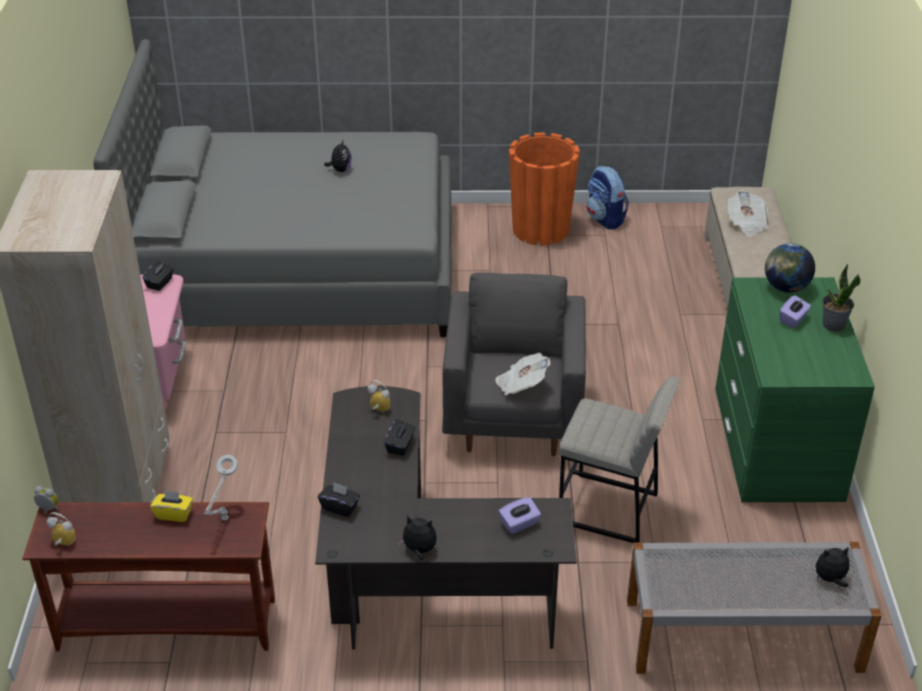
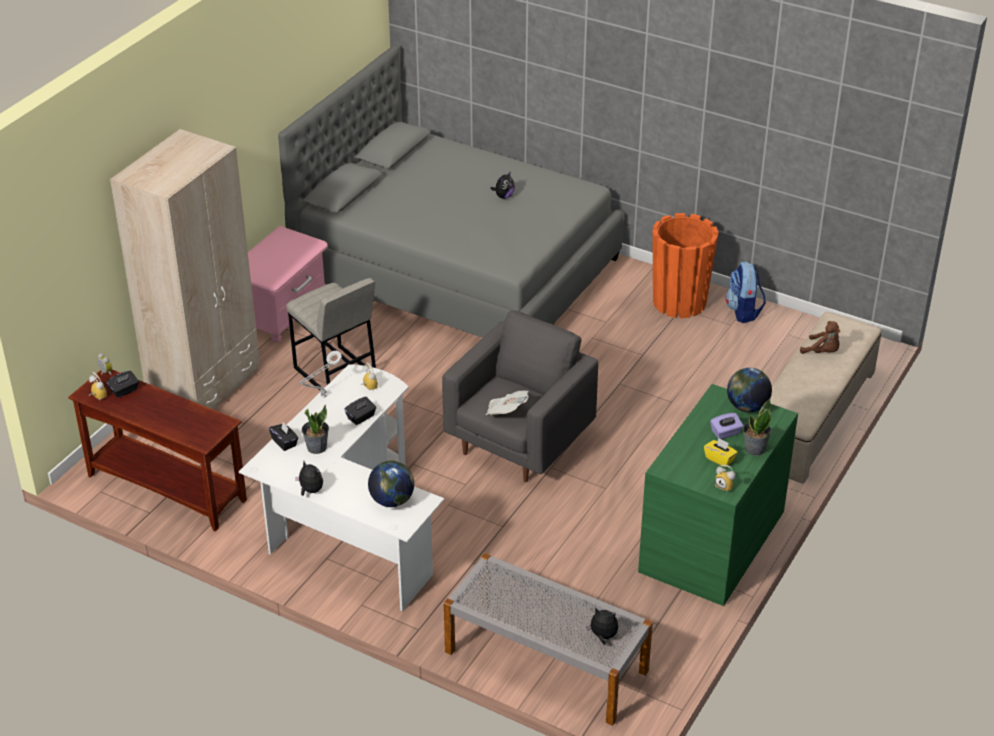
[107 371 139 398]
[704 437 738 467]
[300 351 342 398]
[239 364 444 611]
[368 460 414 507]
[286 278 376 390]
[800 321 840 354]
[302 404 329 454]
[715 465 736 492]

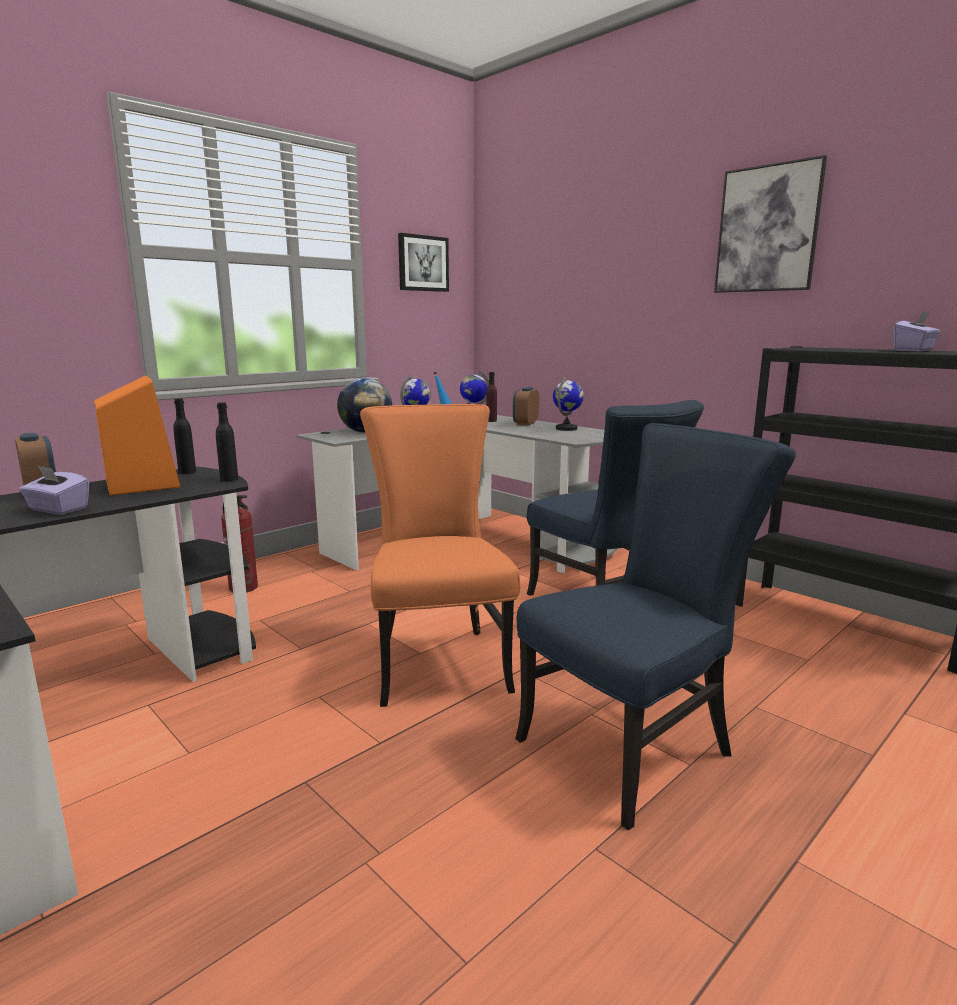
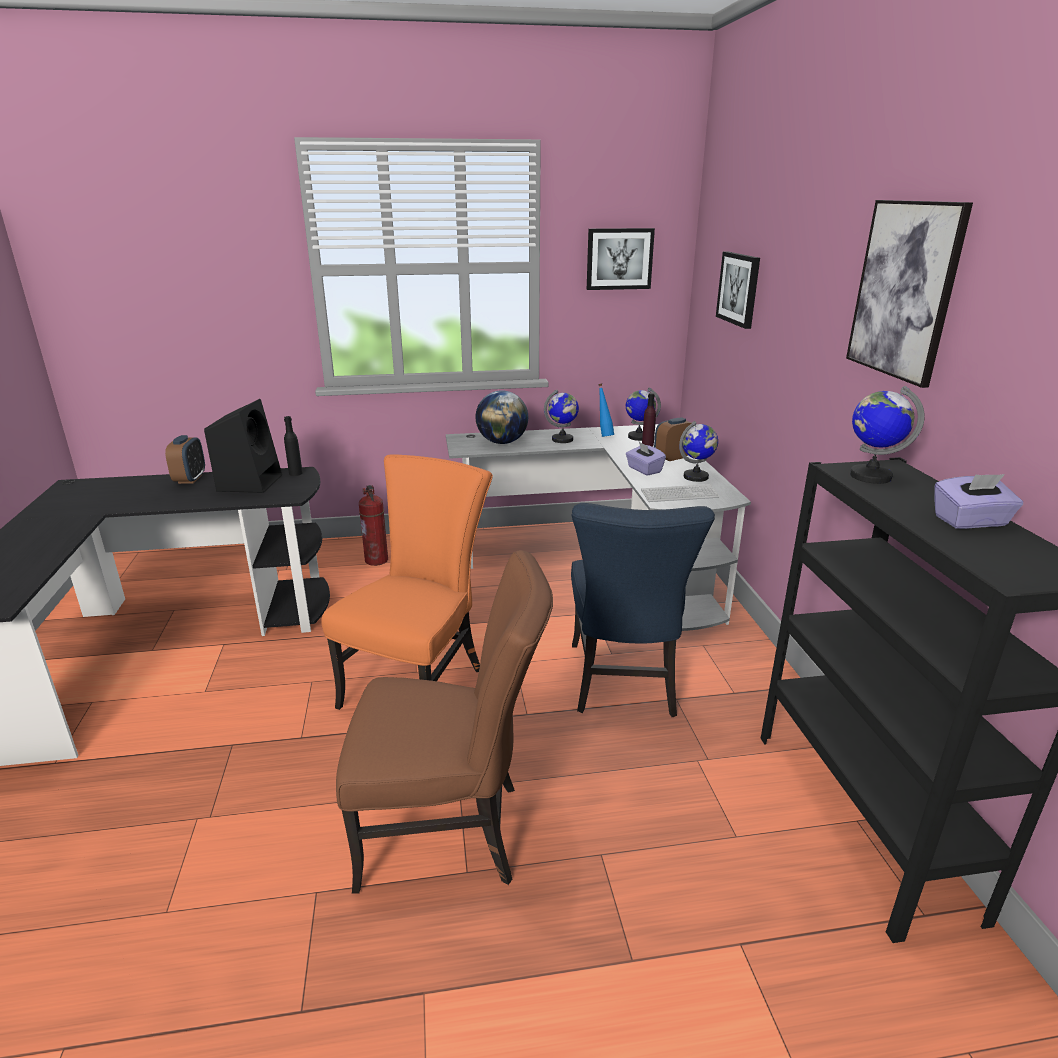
[626 442 666 476]
[204 399 282 493]
[216 402 238 482] (first image)
[336 550 553 894]
[641 484 719 502]
[716 252 760 329]
[850 386 925 484]

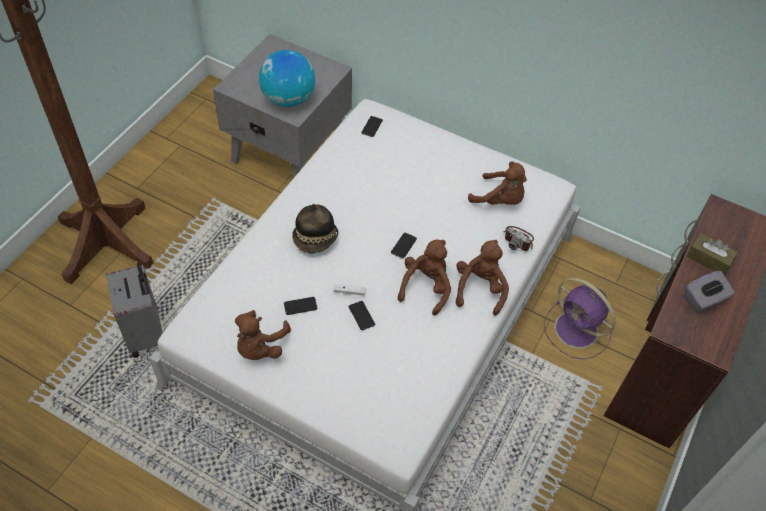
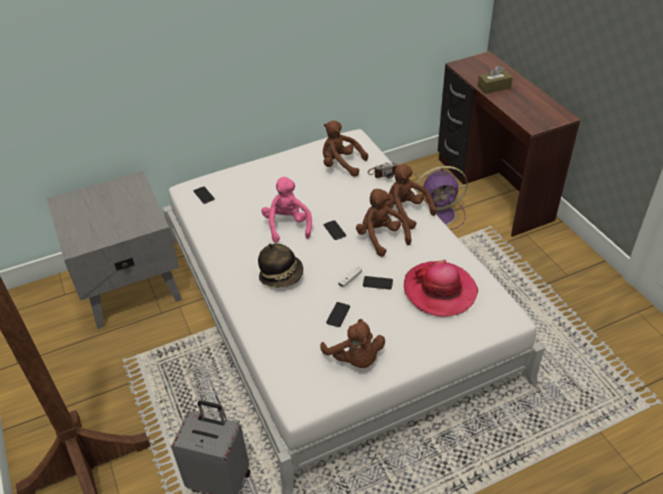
[259 50 315 107] (first image)
[323 121 368 177]
[684 271 735 313] (first image)
[261 177 312 243]
[404 260 478 317]

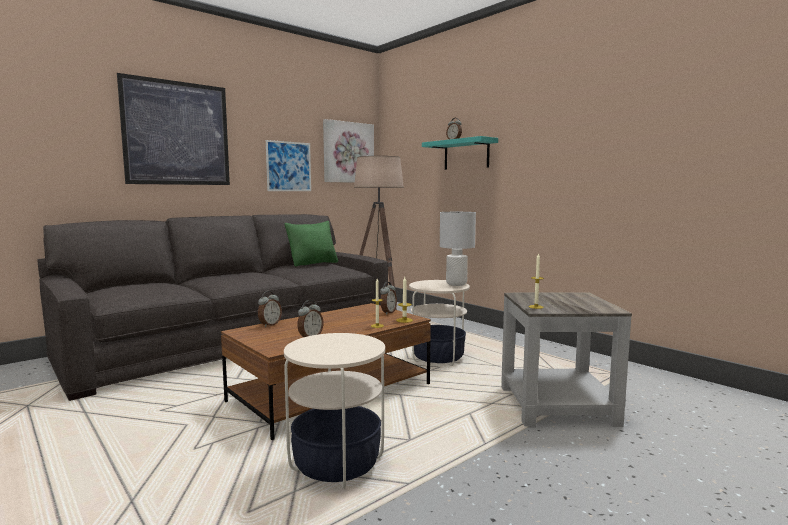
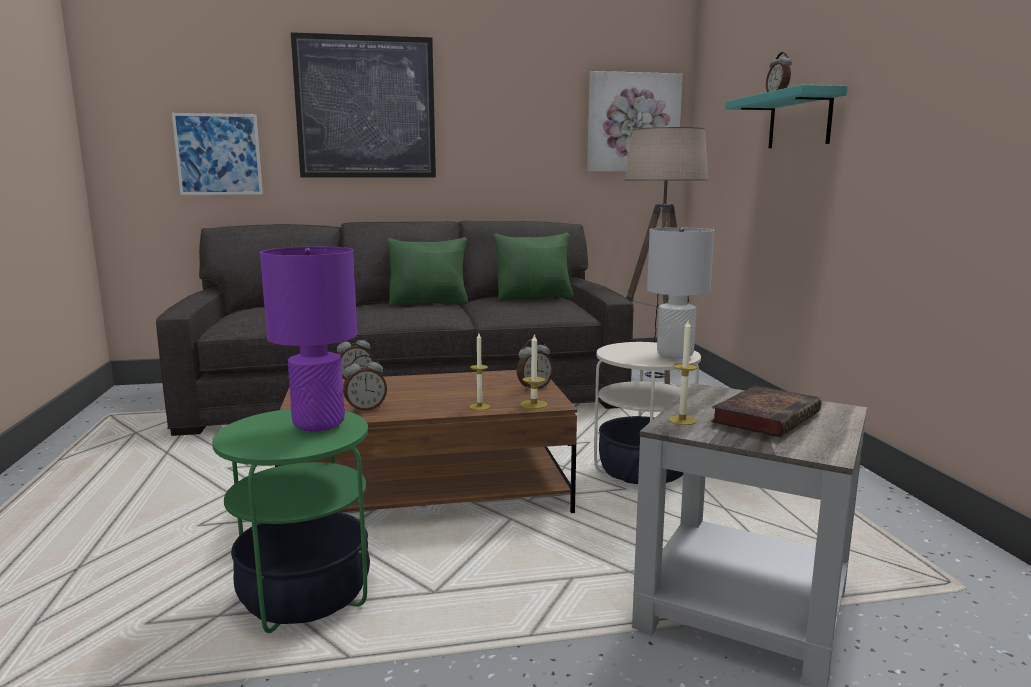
[172 113 263 195]
[212 409 370 633]
[260 247 357 432]
[387 237 468 305]
[711 386 821 437]

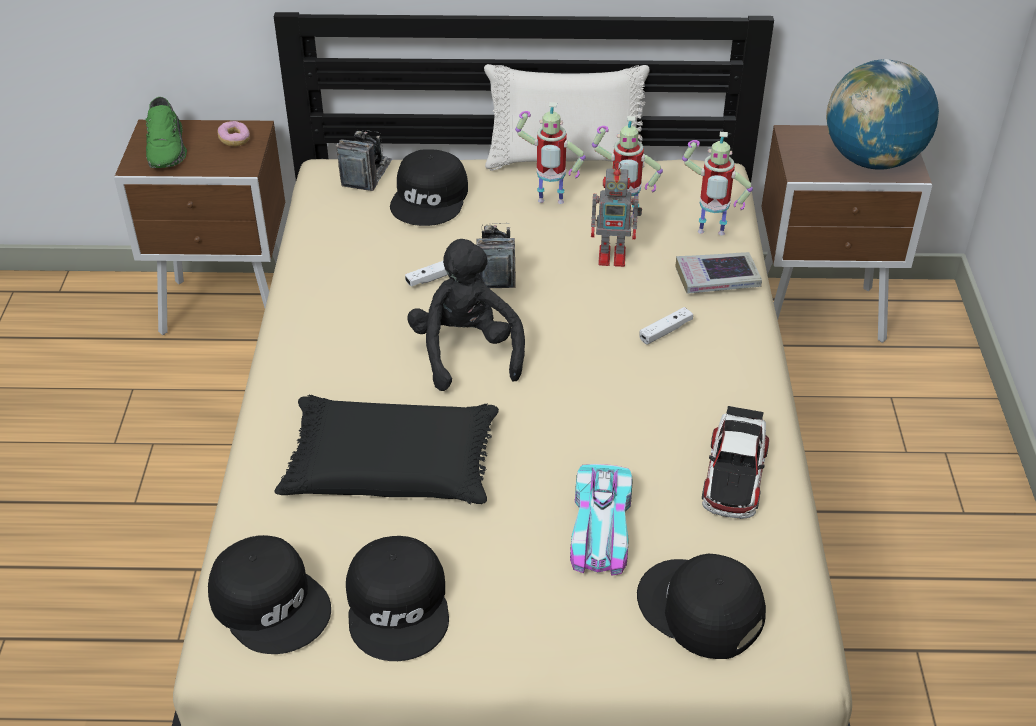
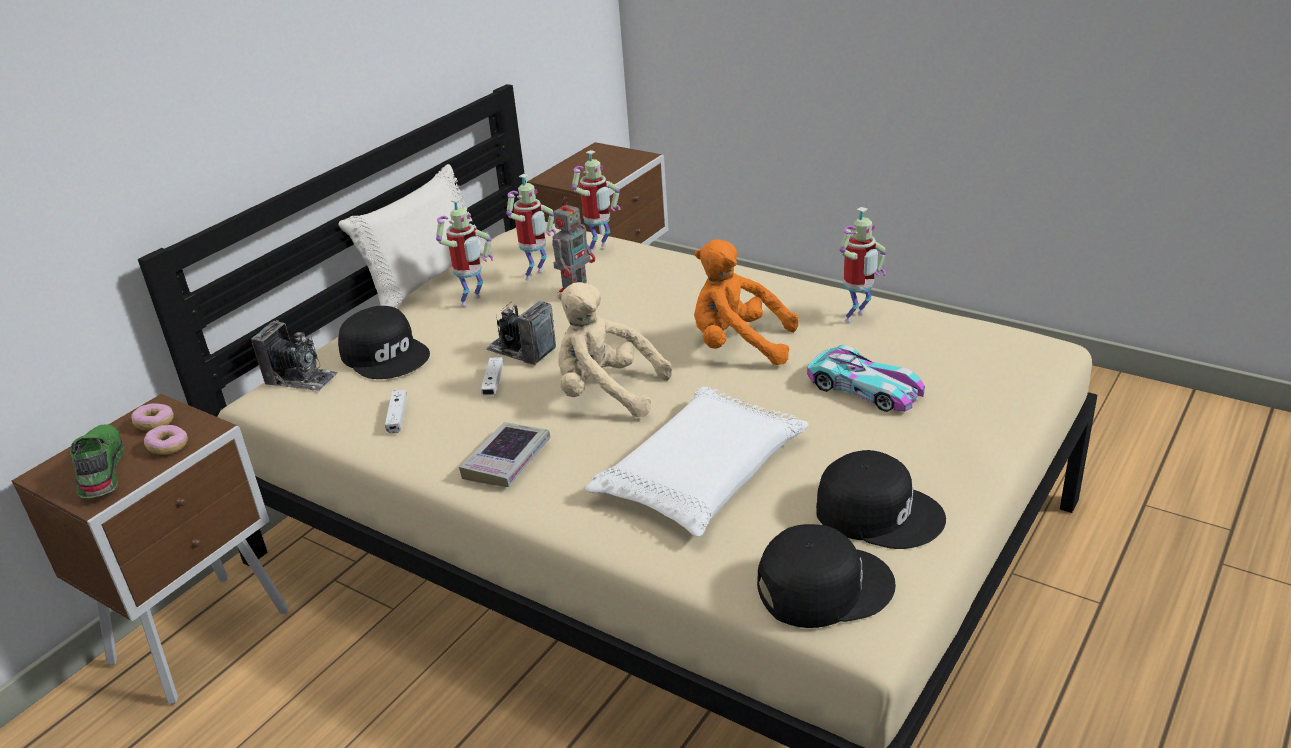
[70 425 124 498]
[585 387 808 537]
[251 320 338 391]
[557 282 672 417]
[637 554 766 659] (first image)
[385 390 407 434]
[459 422 551 487]
[840 207 886 323]
[826 59 939 170] (first image)
[144 425 188 455]
[694 239 799 365]

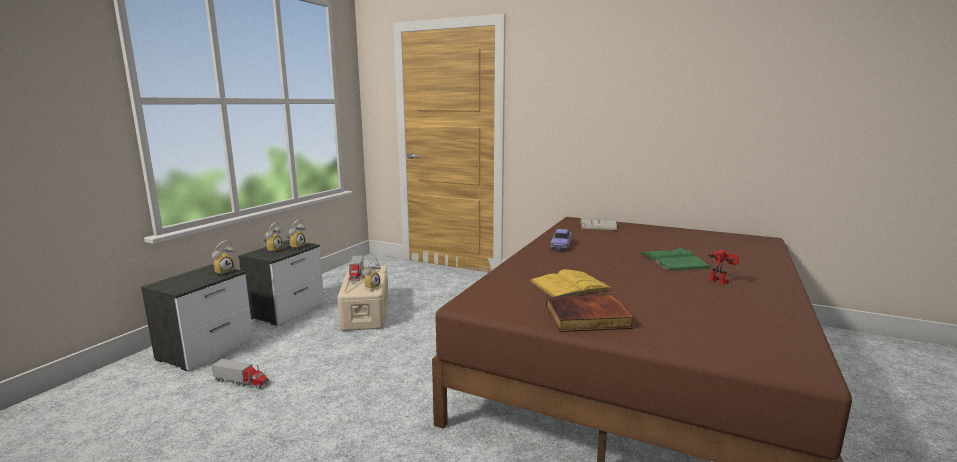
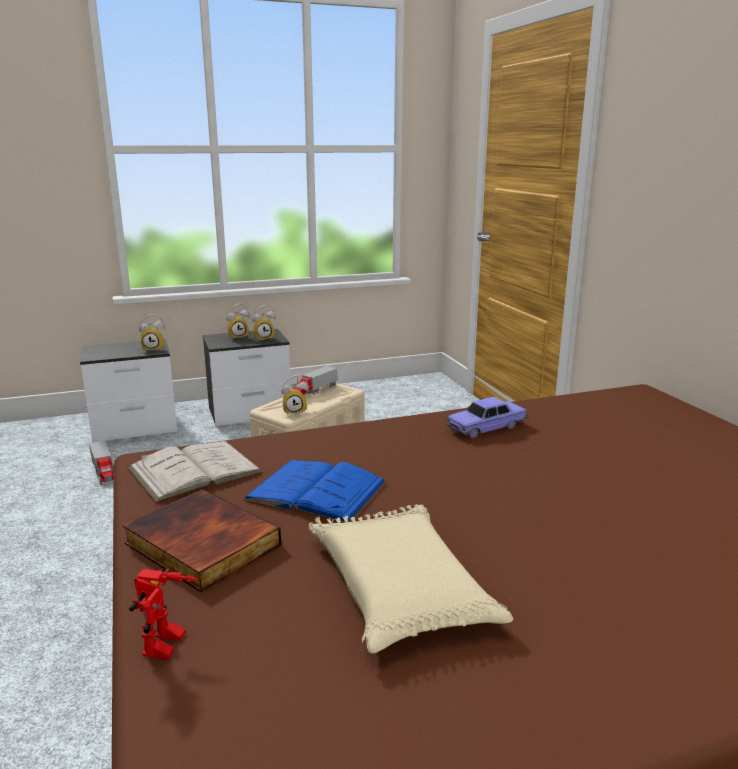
[243 460 387 523]
[127 441 263 503]
[639 247 711 271] (first image)
[129 568 198 659]
[309 504 513 654]

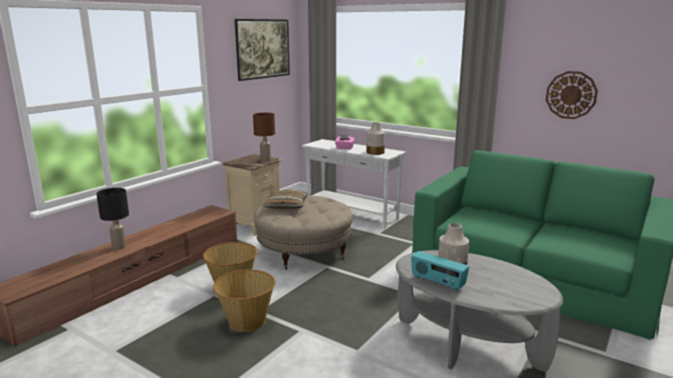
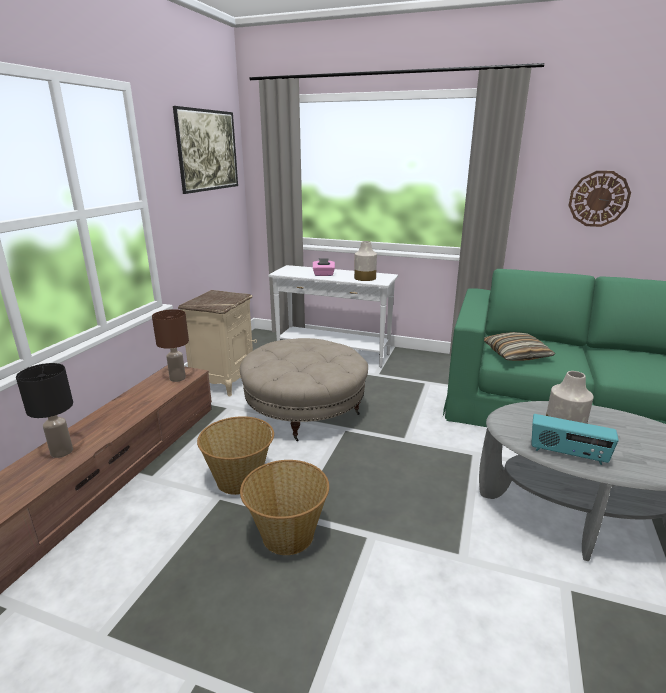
[152 309 189 382]
[484 332 555 361]

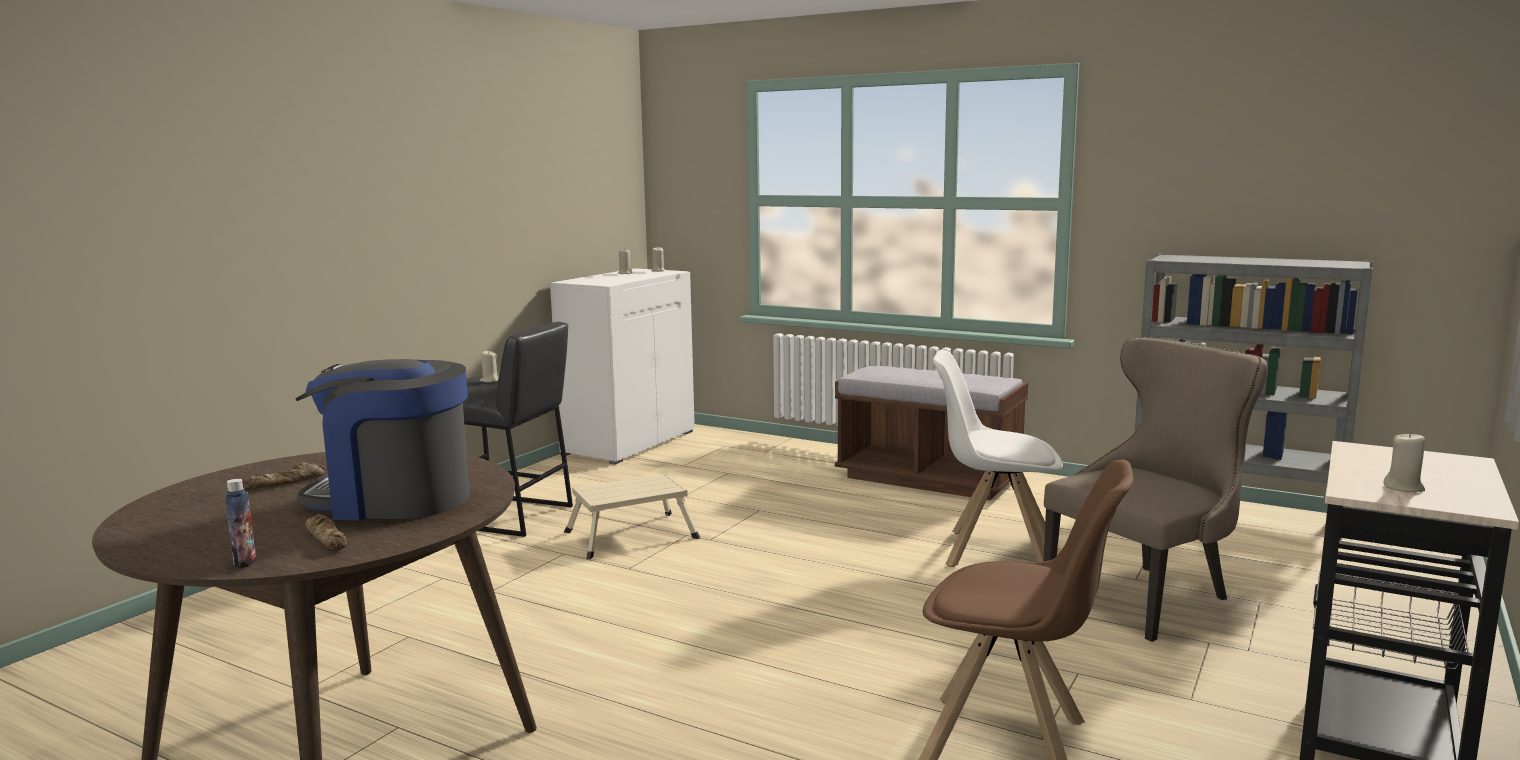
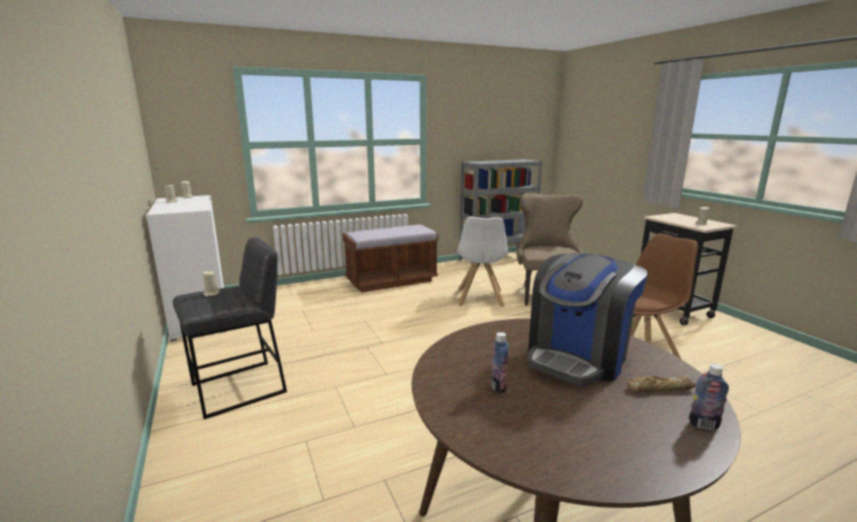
[491 332 509 393]
[564 473 701 559] (first image)
[457 217 508 307]

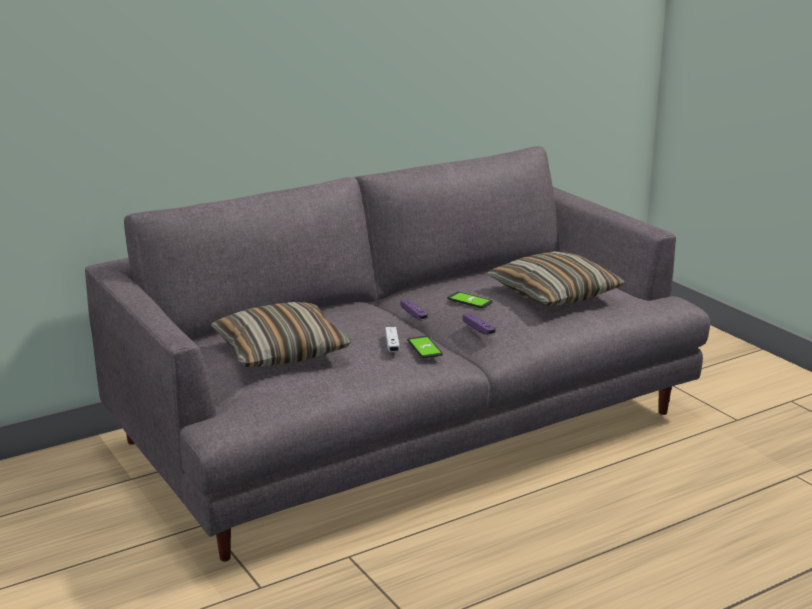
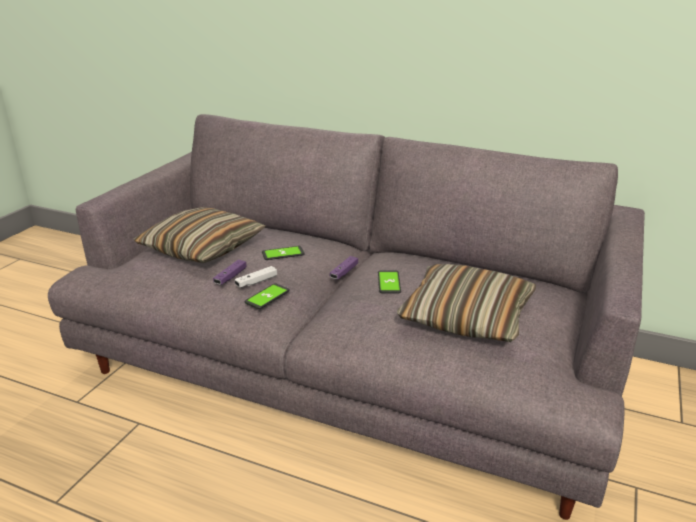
[213 260 246 285]
[262 246 305 260]

